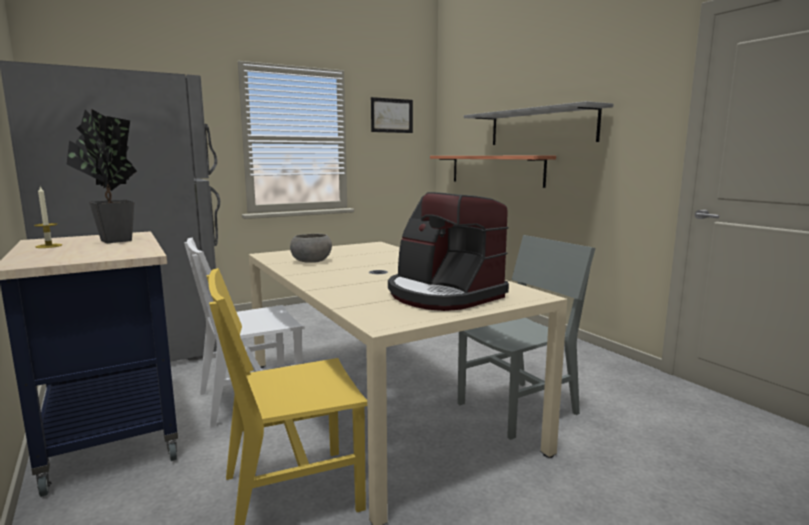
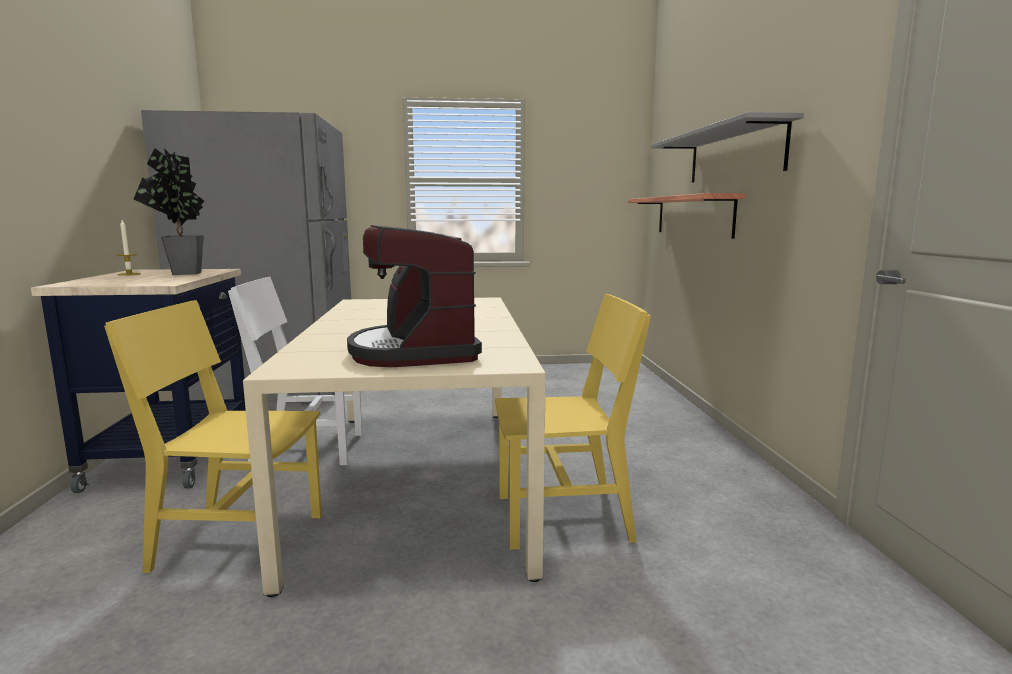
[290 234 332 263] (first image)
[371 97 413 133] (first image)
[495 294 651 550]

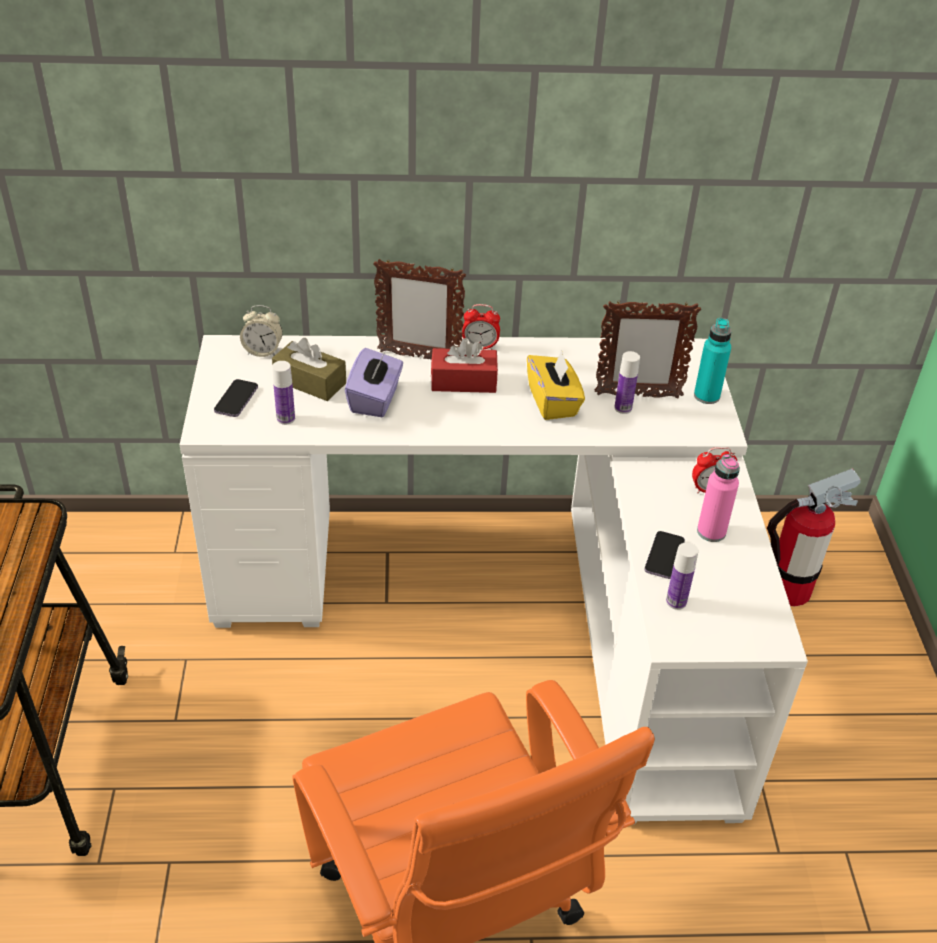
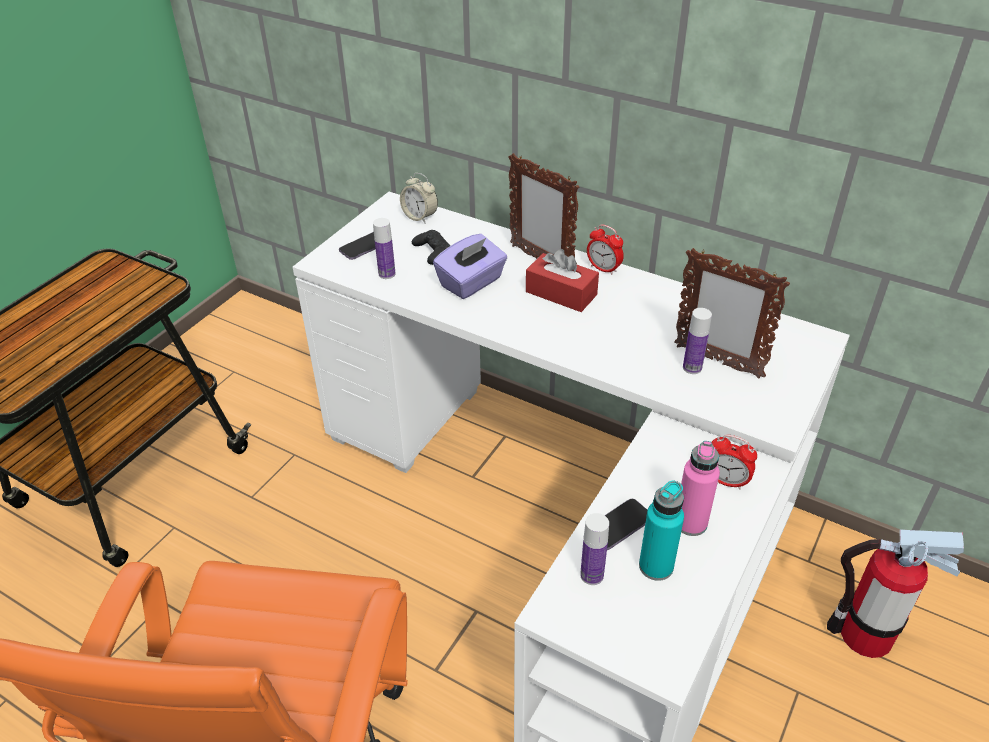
[412 230 451 265]
[527 351 585 420] (first image)
[639 480 684 581]

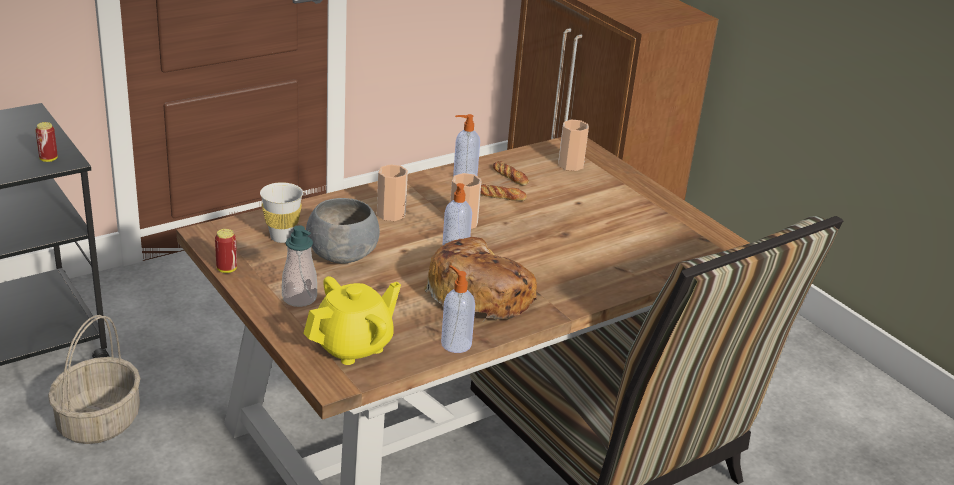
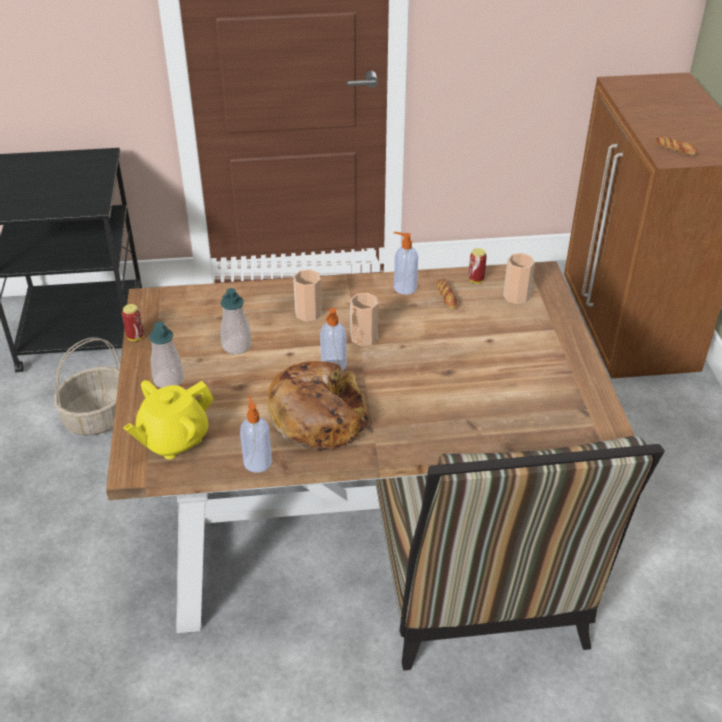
[468 248 487 283]
[260 182 303 243] (first image)
[123 380 214 459]
[221 288 251 354]
[655 136 698 155]

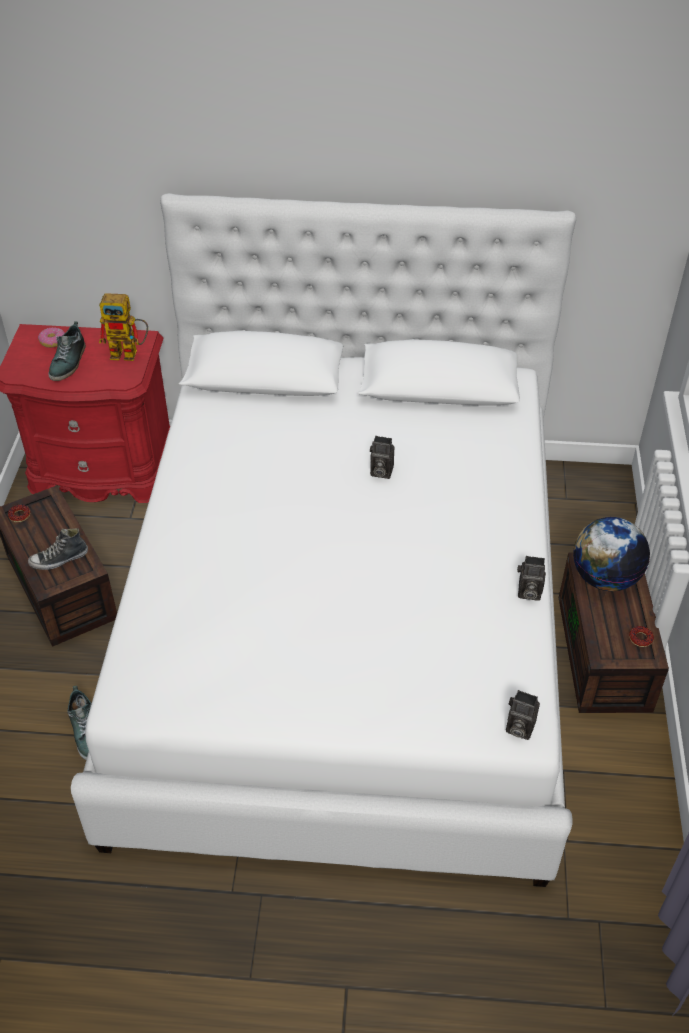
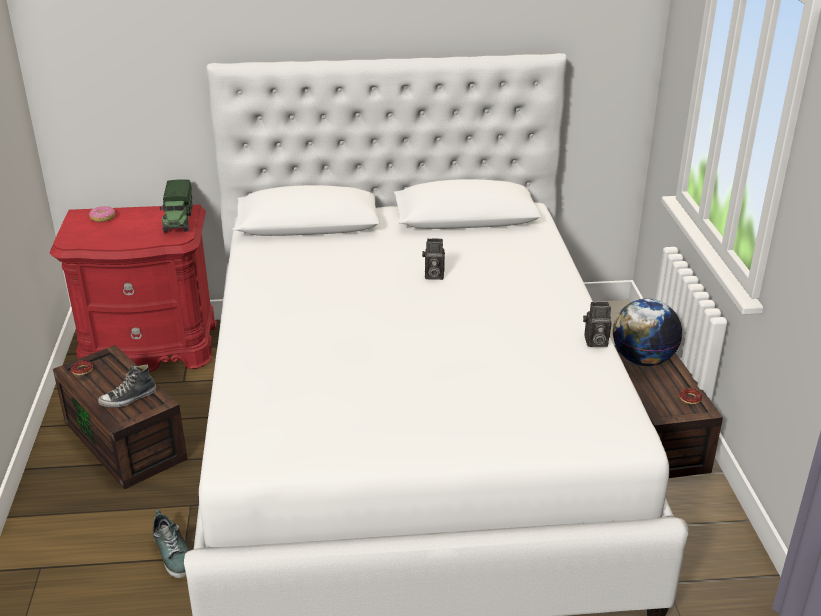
[49 321 86 381] (first image)
[160 179 192 233]
[506 690 540 740] (first image)

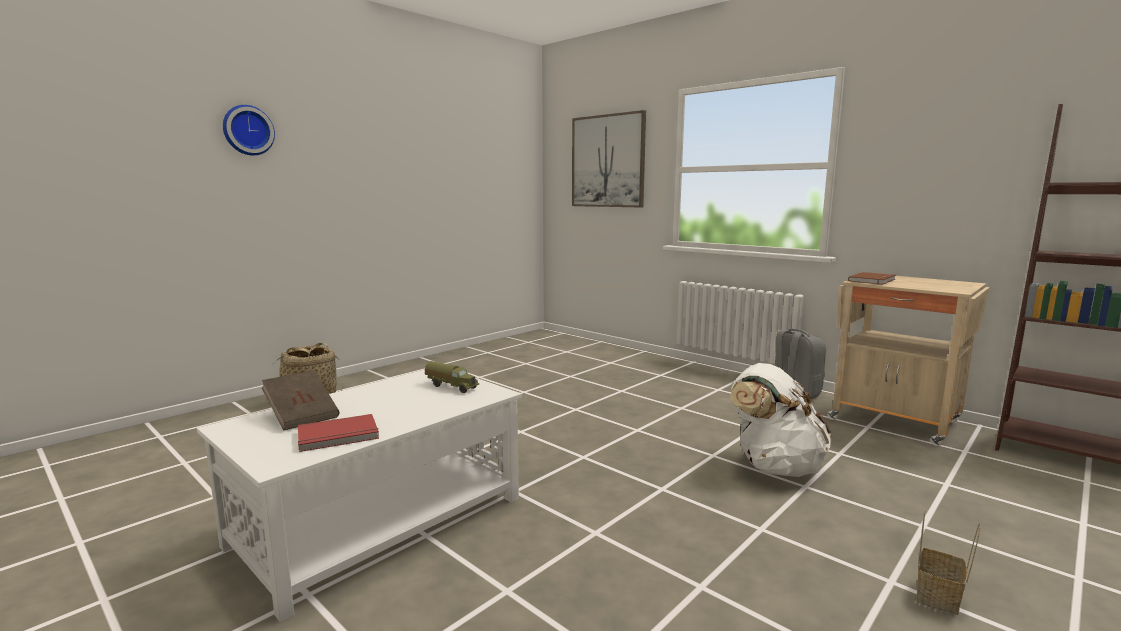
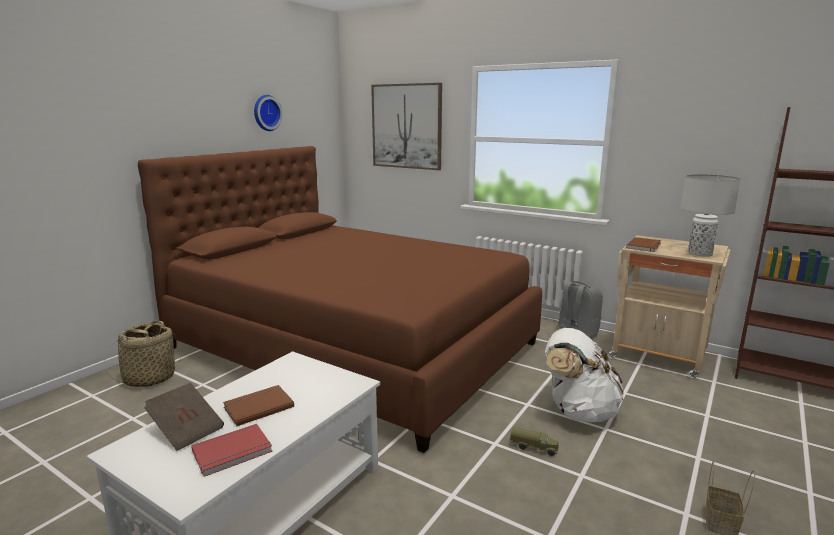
[254 95 283 131]
[510 427 559 456]
[138 146 542 453]
[223 385 294 426]
[681 174 740 256]

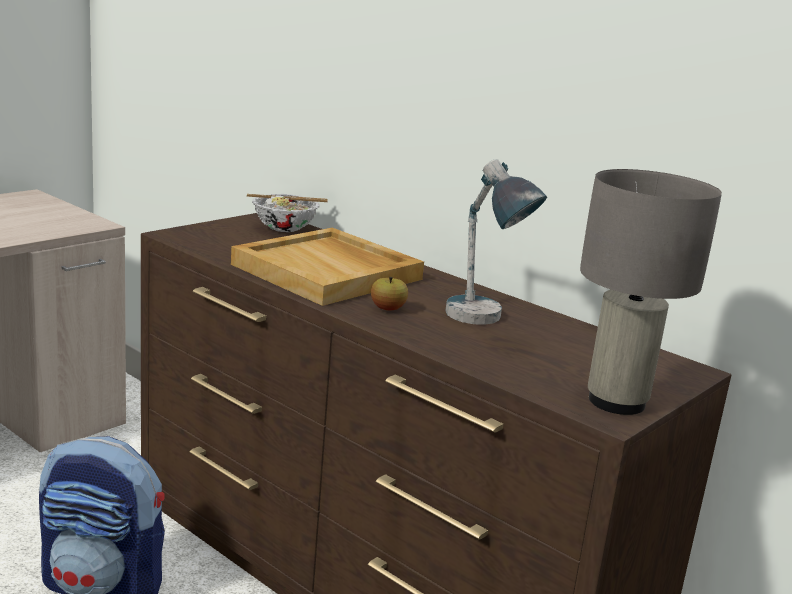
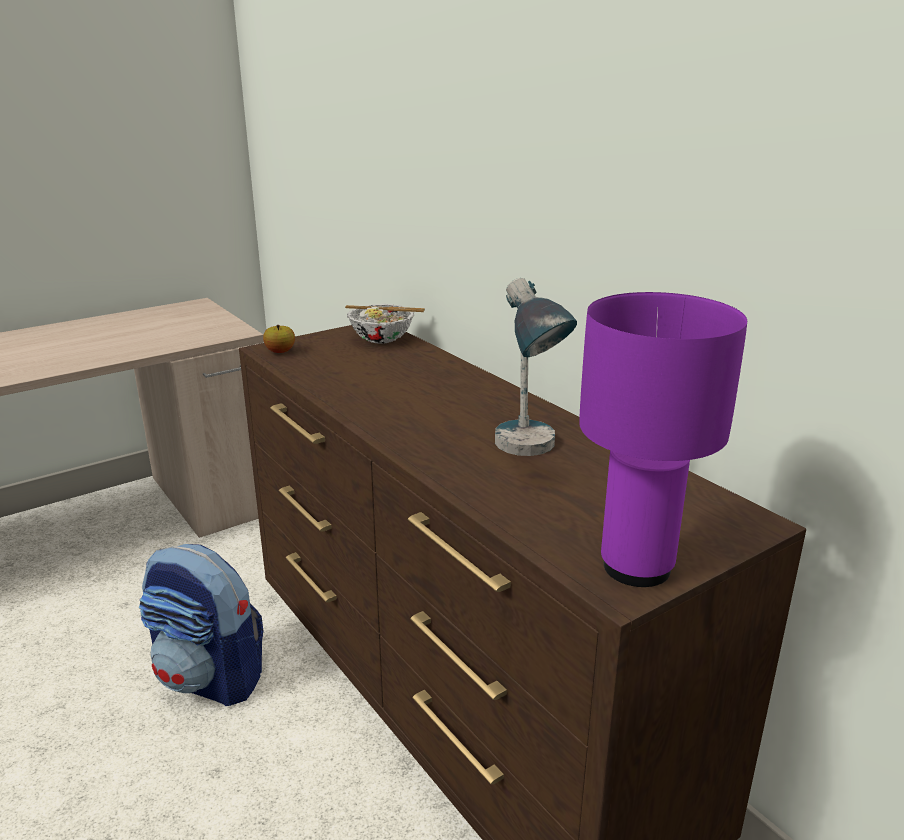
[231 228 424 306] (first image)
[263 325 295 353]
[579 292 747 587]

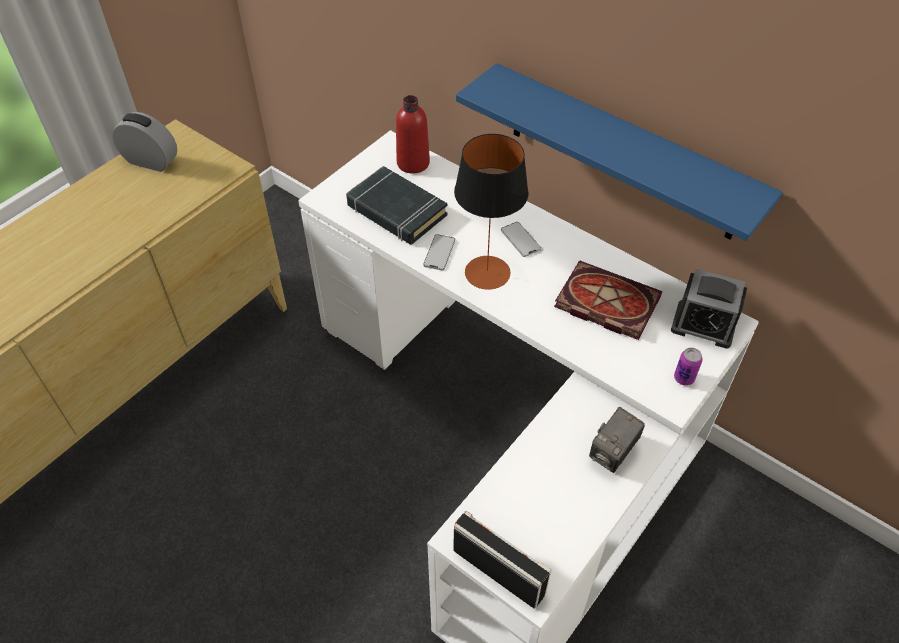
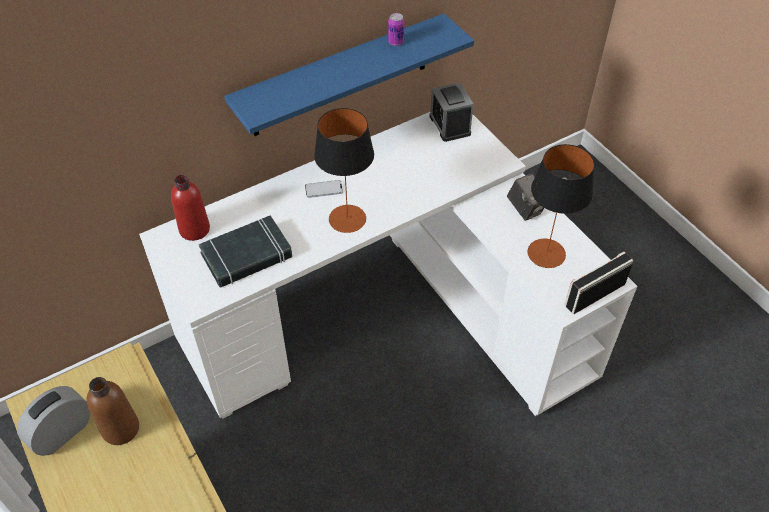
[423 234 455 270] (first image)
[554 260 662 340] (first image)
[430 82 473 142]
[388 13 404 46]
[87 377 139 445]
[528 144 595 268]

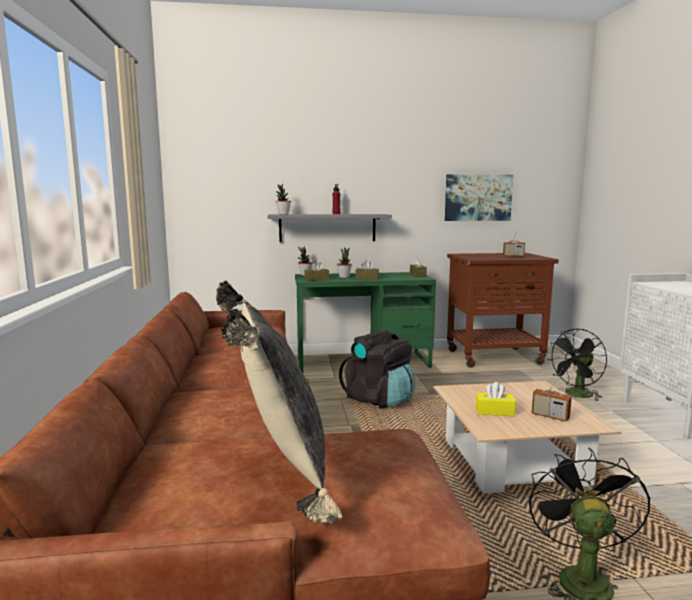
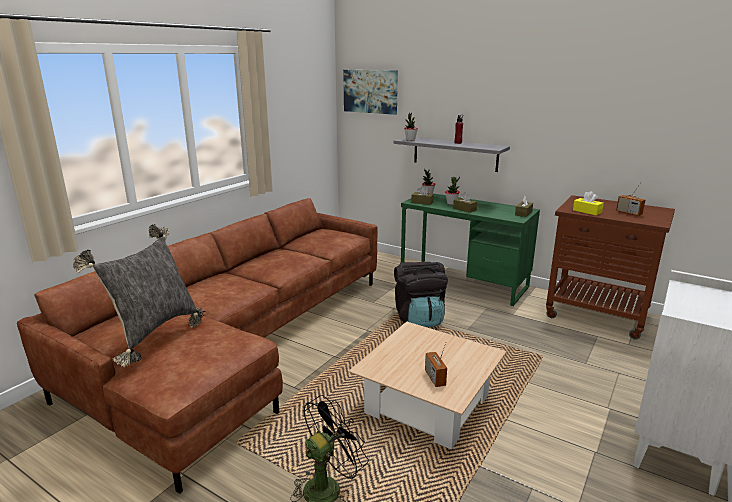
[343 70 398 115]
[573 191 604 215]
[548 329 607 401] (first image)

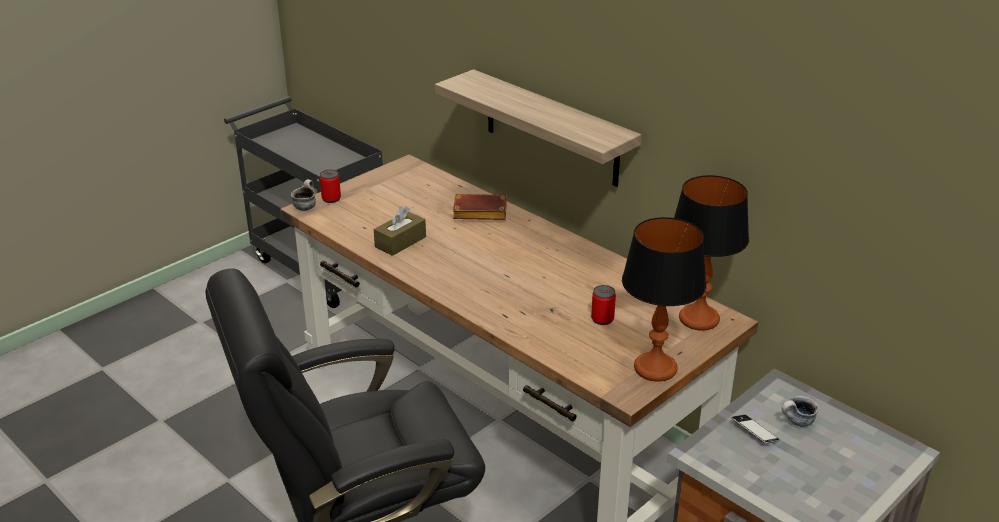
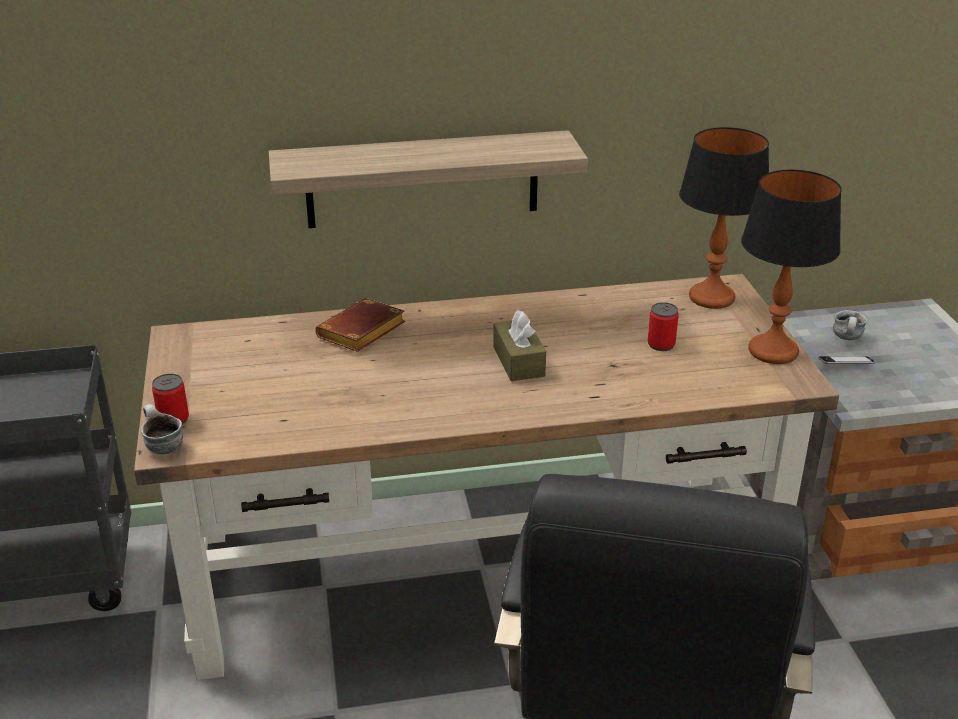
[493 310 546 381]

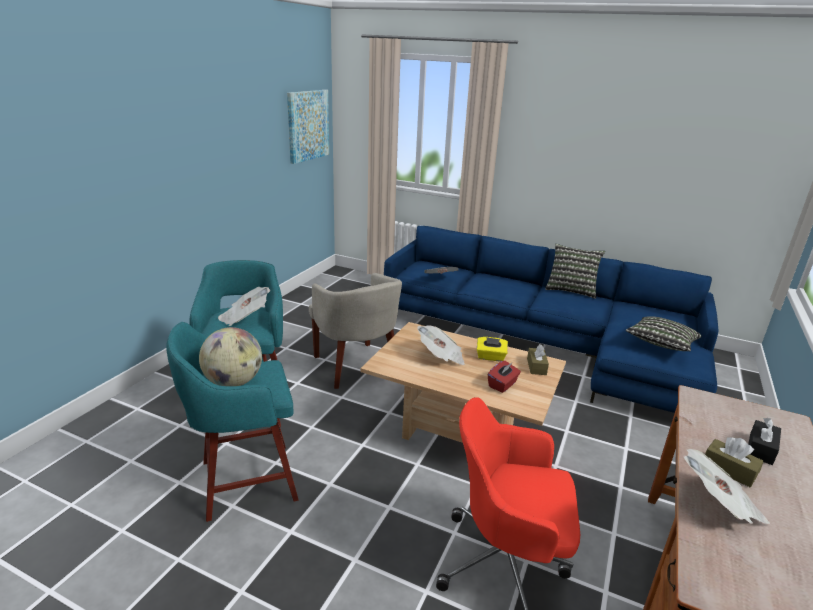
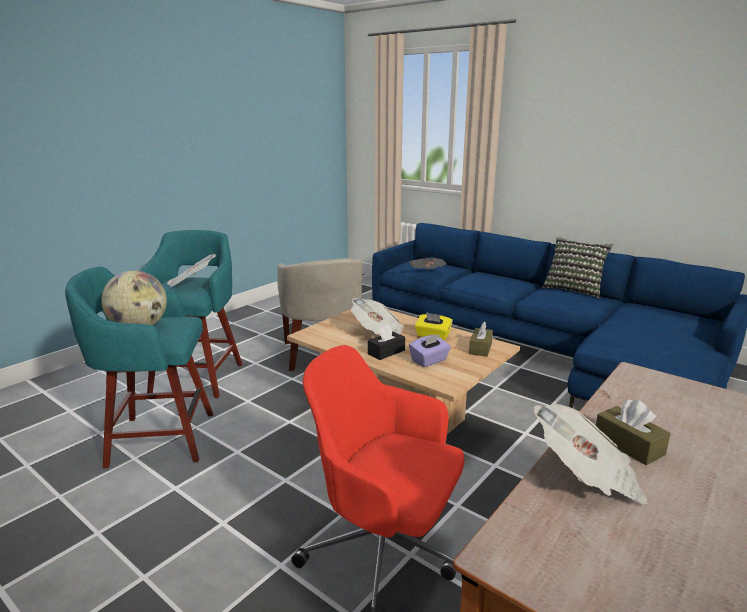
[287 90 329 164] (first image)
[409 334 451 367]
[626 316 701 351] (first image)
[368 324 405 360]

